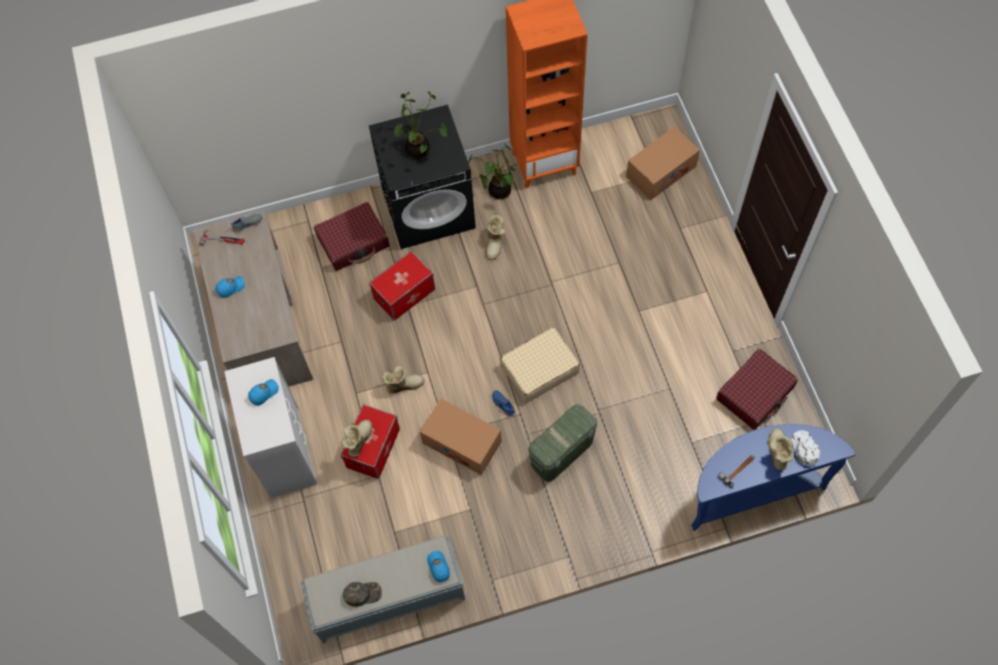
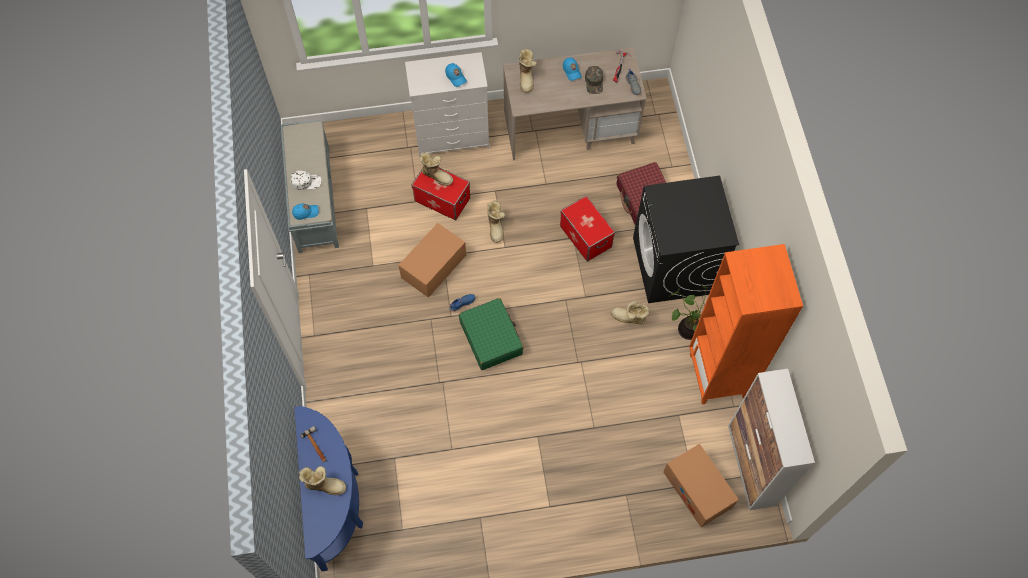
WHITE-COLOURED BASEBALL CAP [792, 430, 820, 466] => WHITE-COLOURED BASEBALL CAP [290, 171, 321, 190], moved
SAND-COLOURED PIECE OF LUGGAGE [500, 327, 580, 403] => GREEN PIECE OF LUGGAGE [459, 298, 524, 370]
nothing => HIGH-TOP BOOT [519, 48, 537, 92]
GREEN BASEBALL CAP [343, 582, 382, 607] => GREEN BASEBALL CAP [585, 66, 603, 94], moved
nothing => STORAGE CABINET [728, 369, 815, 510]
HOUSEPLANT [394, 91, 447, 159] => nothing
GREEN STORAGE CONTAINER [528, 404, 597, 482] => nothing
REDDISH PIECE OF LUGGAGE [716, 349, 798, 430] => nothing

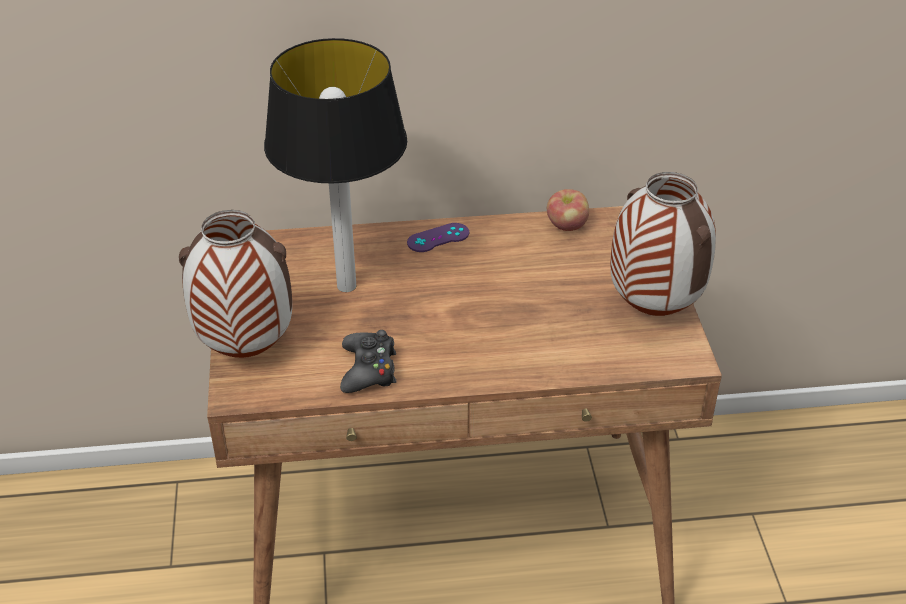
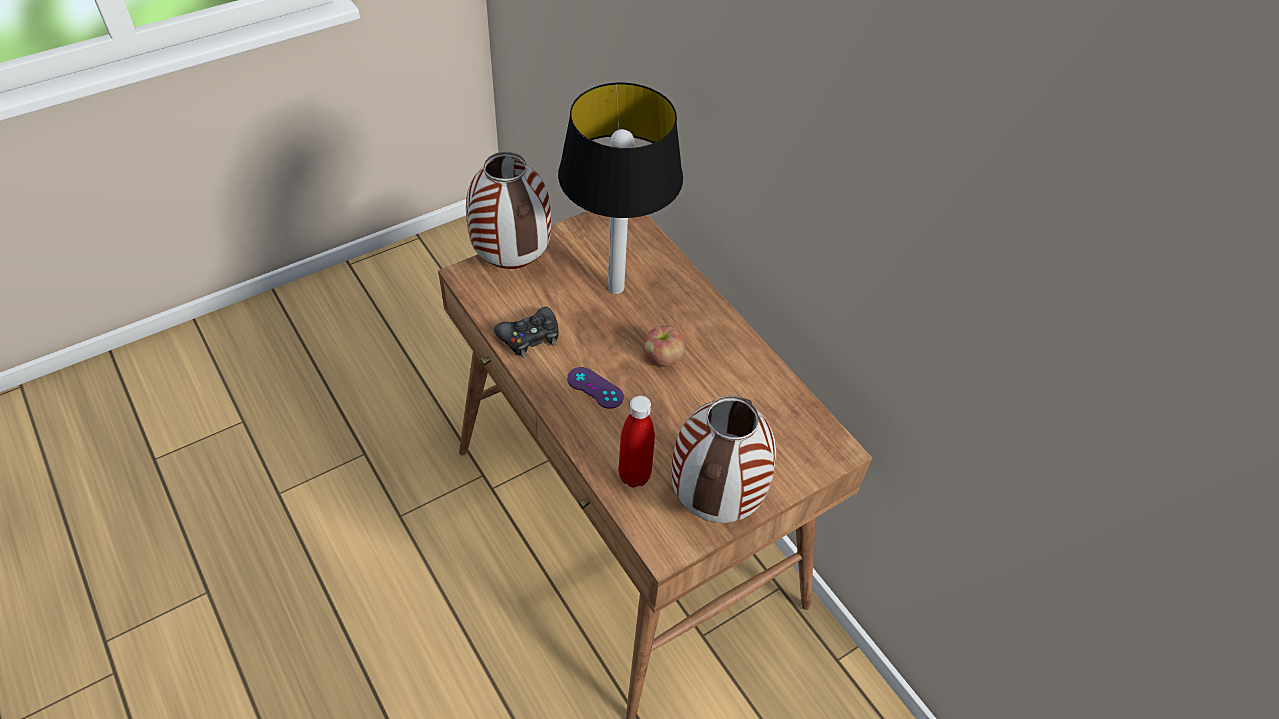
PURPLE JOYPAD [407, 223, 469, 252] => PURPLE JOYPAD [567, 367, 624, 409], moved
nothing => REDDISH BOTTLE [618, 395, 655, 487]
APPLE FRUIT [547, 189, 589, 231] => APPLE FRUIT [644, 325, 685, 367], moved

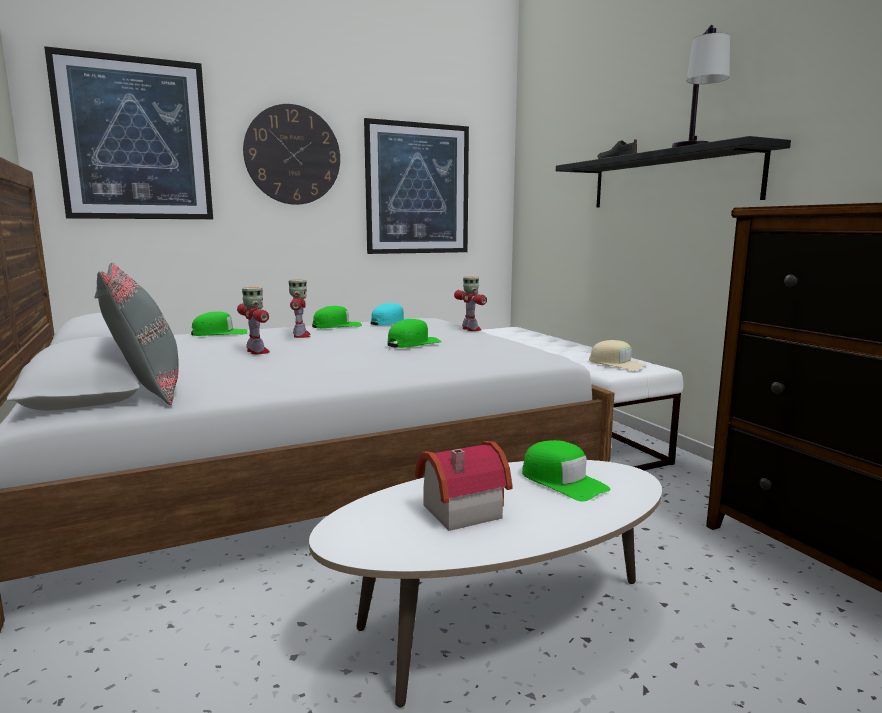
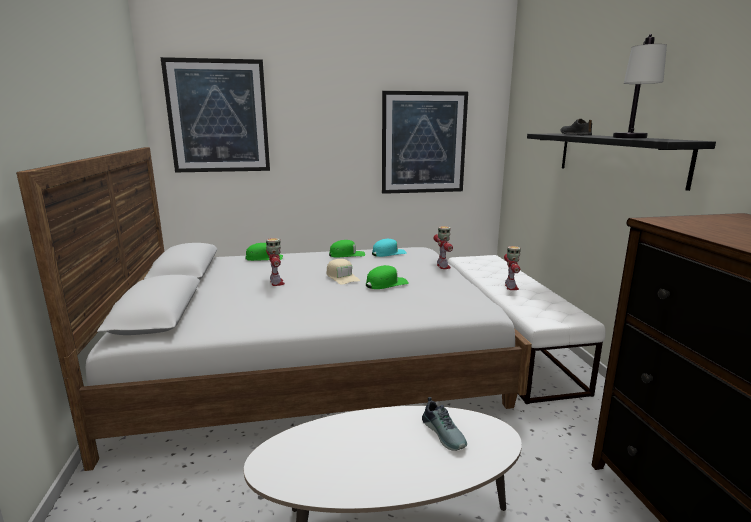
SAND-COLOURED BASEBALL CAP [589, 340, 646, 371] => SAND-COLOURED BASEBALL CAP [326, 259, 360, 285], moved
GREEN BASEBALL CAP [522, 440, 611, 502] => LOW SHOE [422, 397, 467, 451]
TOY ROBOT [289, 279, 311, 338] => TOY ROBOT [504, 246, 521, 290], moved
GREYISH PILLOW [94, 263, 179, 405] => nothing
CLOCK ON THE WALL [243, 104, 340, 205] => nothing
MINIATURE HOUSE [415, 441, 512, 531] => nothing

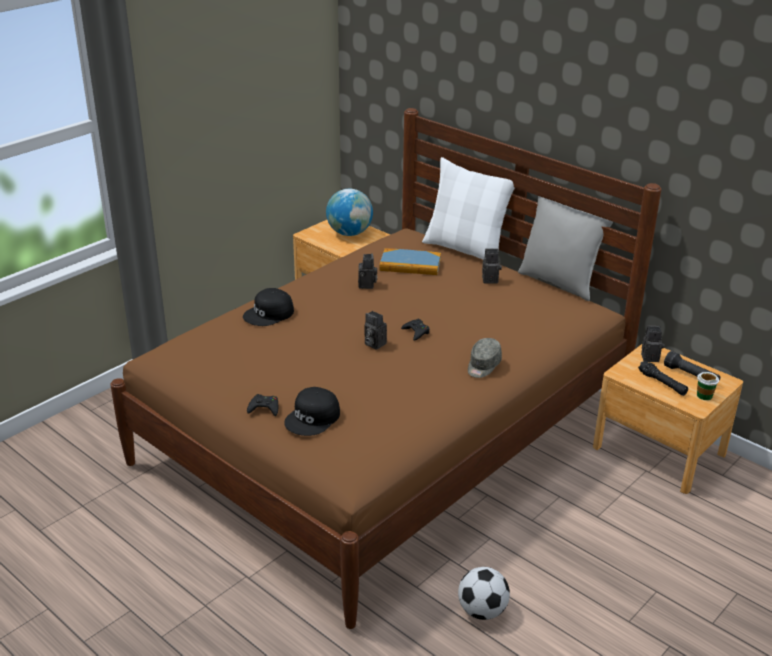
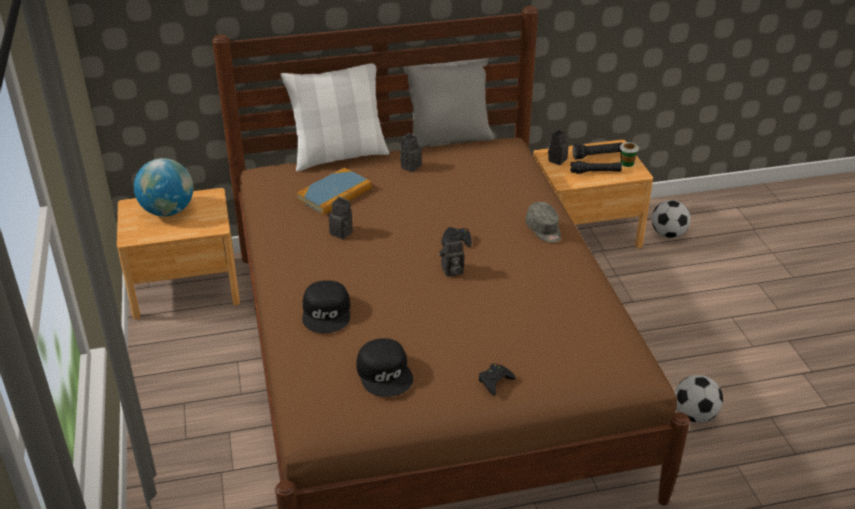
BLACK-COLOURED BASEBALL CAP [284, 387, 340, 436] => BLACK-COLOURED BASEBALL CAP [356, 338, 413, 397], moved
nothing => BALL FOR FOOTBALL [652, 200, 691, 238]

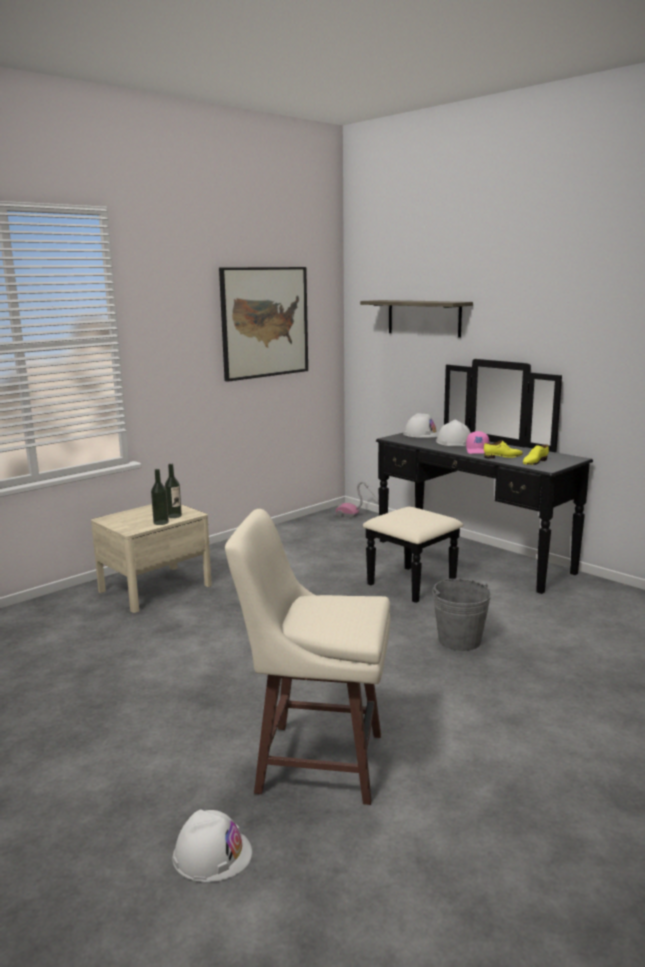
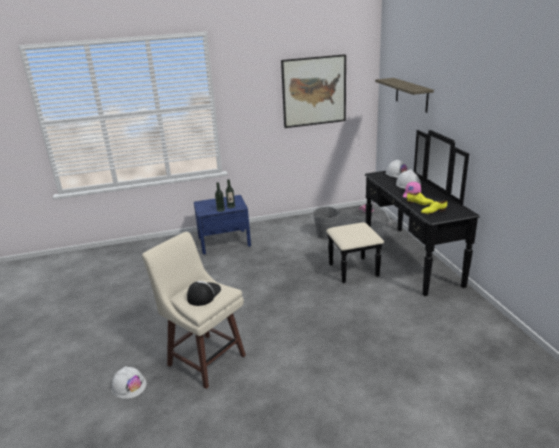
nothing => BASEBALL CAP [187, 281, 221, 306]
SAND-COLOURED NIGHT TABLE [91, 504, 212, 613] => BLUE-COLOURED NIGHT TABLE [194, 195, 251, 254]
GREYISH WATER BUCKET [432, 579, 492, 651] => GREYISH WATER BUCKET [313, 207, 339, 239], moved

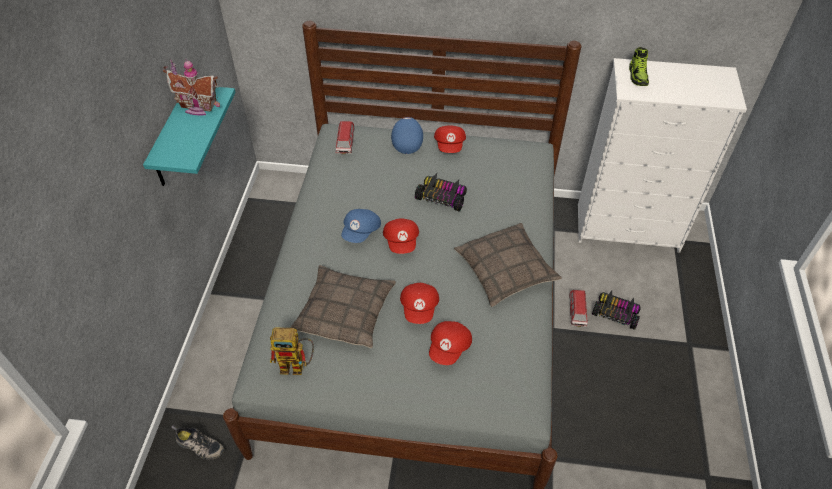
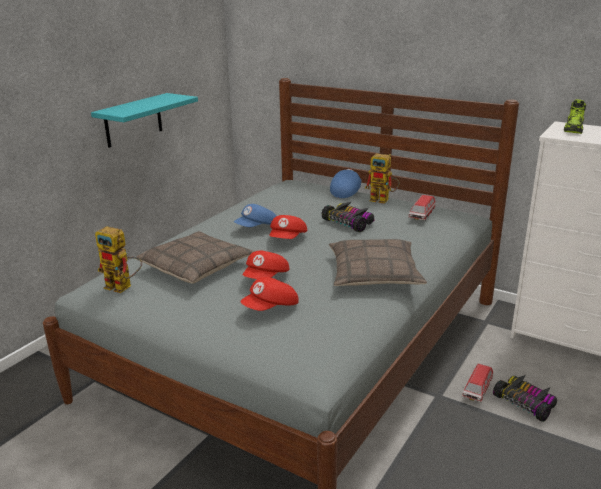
REDDISH BASEBALL CAP [434, 125, 466, 153] => TOY ROBOT [365, 154, 400, 204]
TOY CAR [335, 121, 355, 154] => TOY CAR [408, 195, 436, 221], moved
MINIATURE HOUSE [163, 59, 220, 116] => nothing
LOW SHOE [171, 426, 224, 460] => nothing

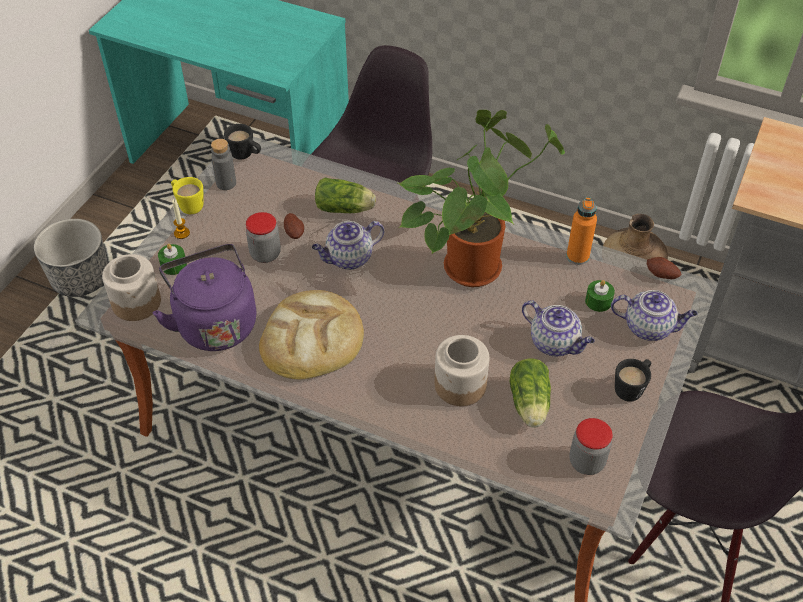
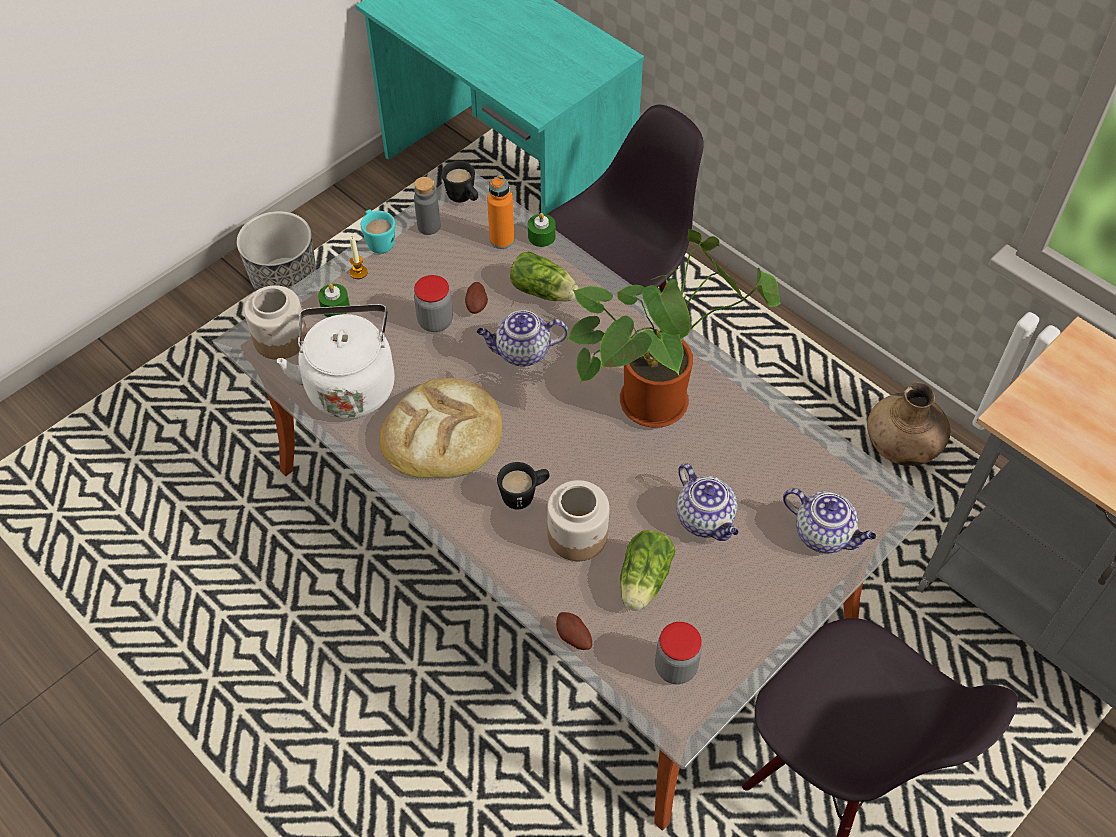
PURPLE KETTLE [153, 244, 256, 351] => WHITE-COLOURED KETTLE [277, 304, 395, 419]
YELLOWISH TEA MUG [171, 177, 204, 214] => BLUE-GREEN TEA MUG [361, 210, 395, 254]
ORANGE-COLOURED BOTTLE [566, 197, 597, 265] => ORANGE-COLOURED BOTTLE [487, 175, 514, 249], moved
BLACK-COLOURED TEA MUG [615, 359, 651, 402] => BLACK-COLOURED TEA MUG [497, 462, 550, 509], moved
GREEN CANDLE [585, 280, 615, 312] => GREEN CANDLE [528, 213, 556, 247], moved
SPUD [647, 257, 681, 279] => SPUD [556, 612, 592, 650], moved

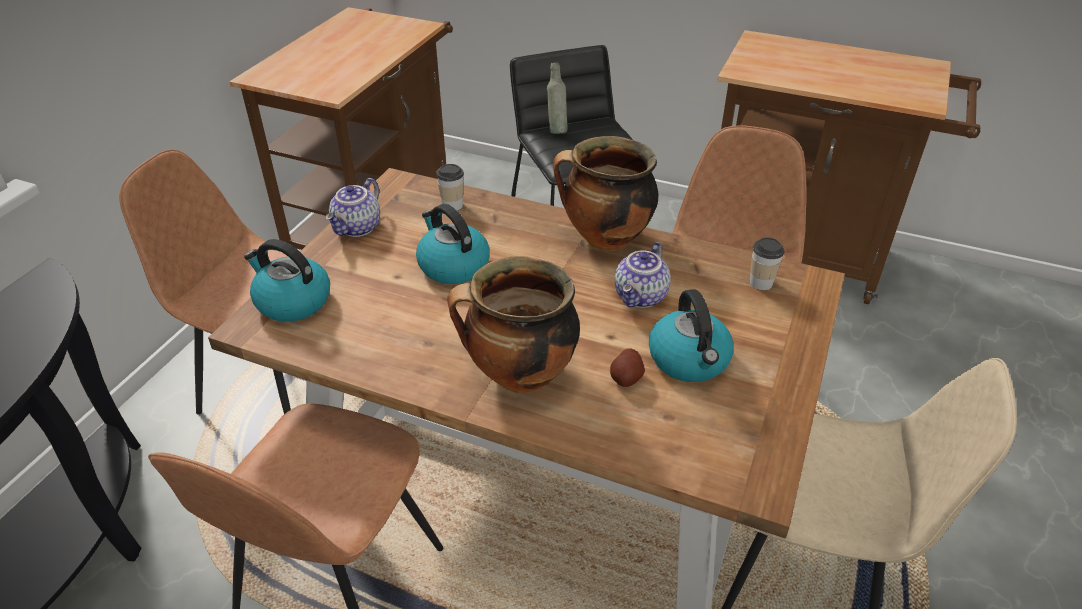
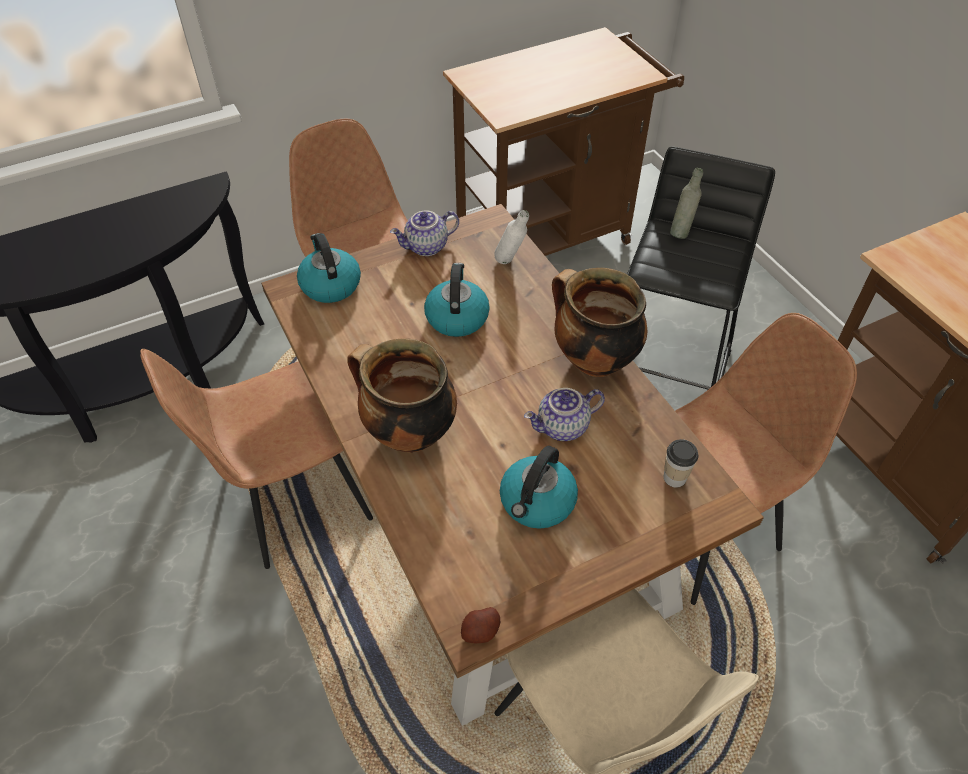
SPUD [610, 348, 645, 387] => SPUD [461, 607, 500, 643], moved
CUP [436, 164, 464, 211] => WHITE-COLOURED BOTTLE [494, 210, 529, 264]

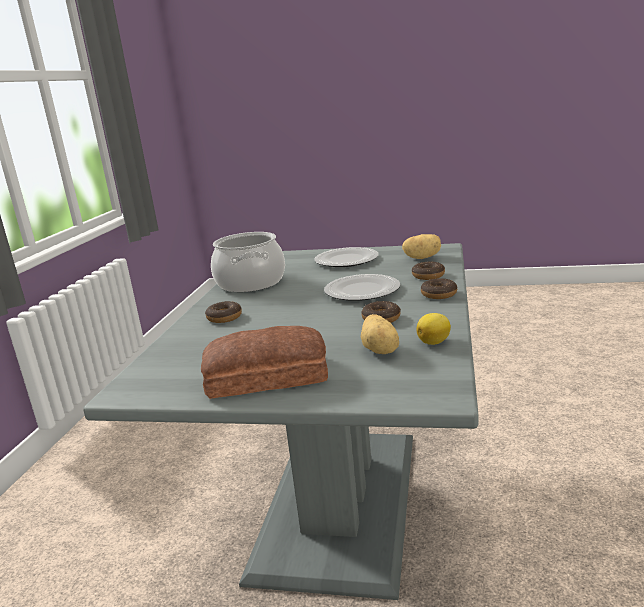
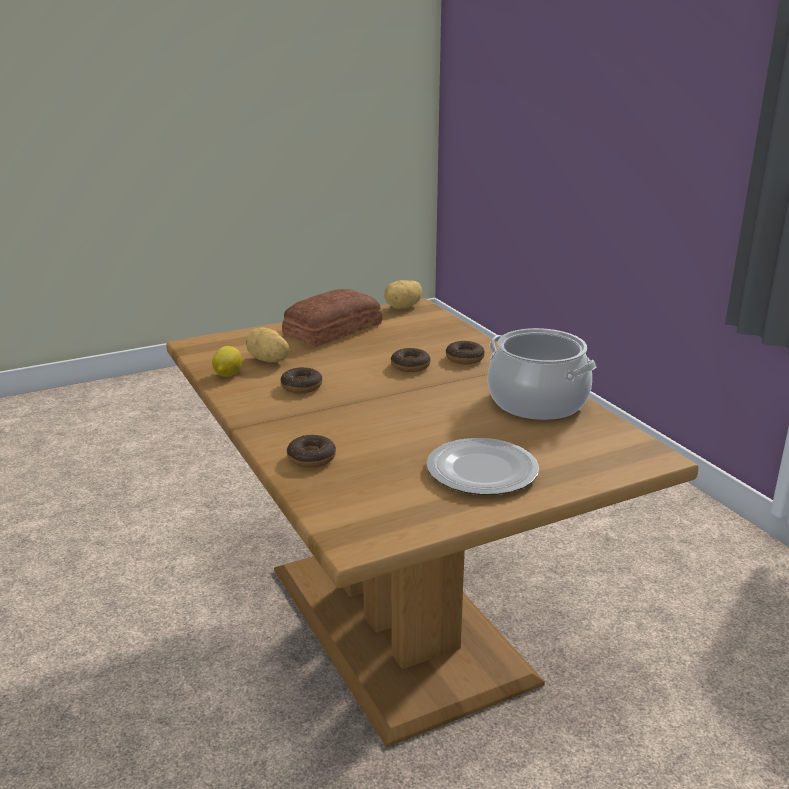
GREYISH KITCHEN TABLE [83, 243, 479, 600] => BROWNISH KITCHEN TABLE [166, 298, 699, 747]
SPUD [402, 234, 441, 259] => SPUD [384, 280, 422, 309], moved
RING DOUGHNUT [421, 278, 457, 299] => RING DOUGHNUT [391, 348, 431, 372], moved
DINNER PLATE [324, 274, 400, 301] => nothing

